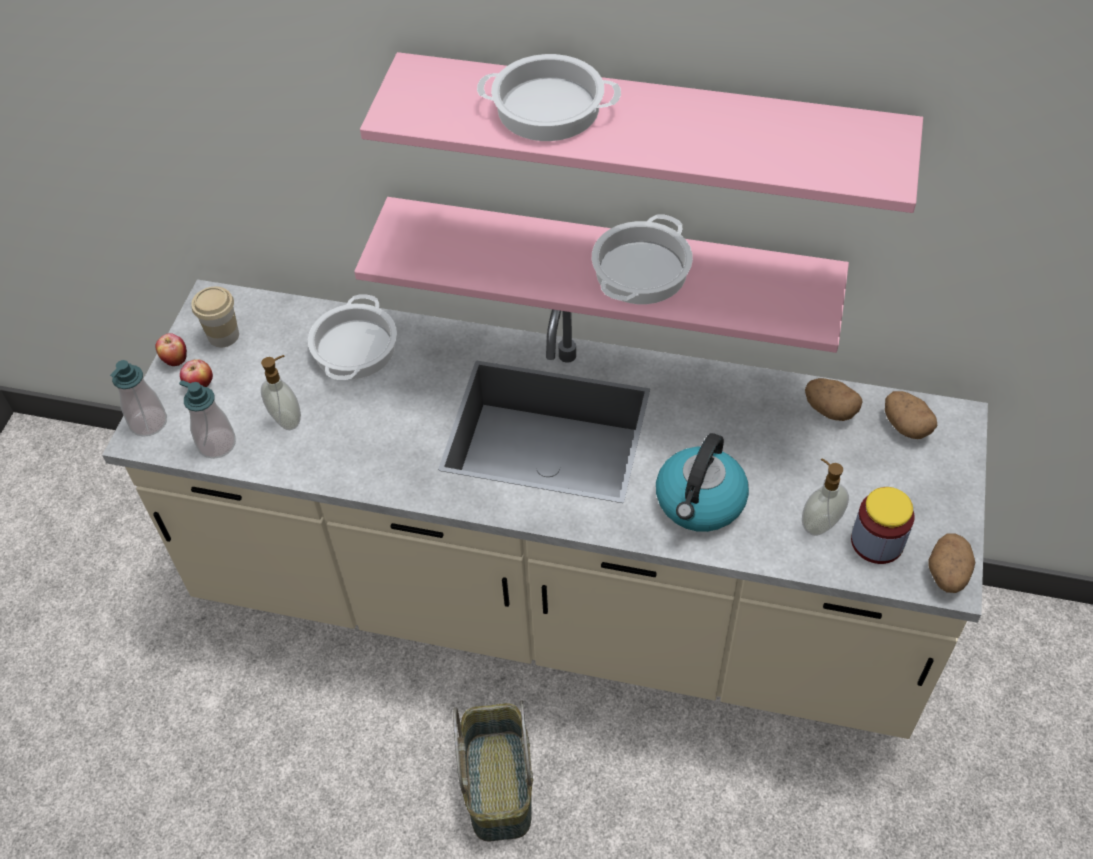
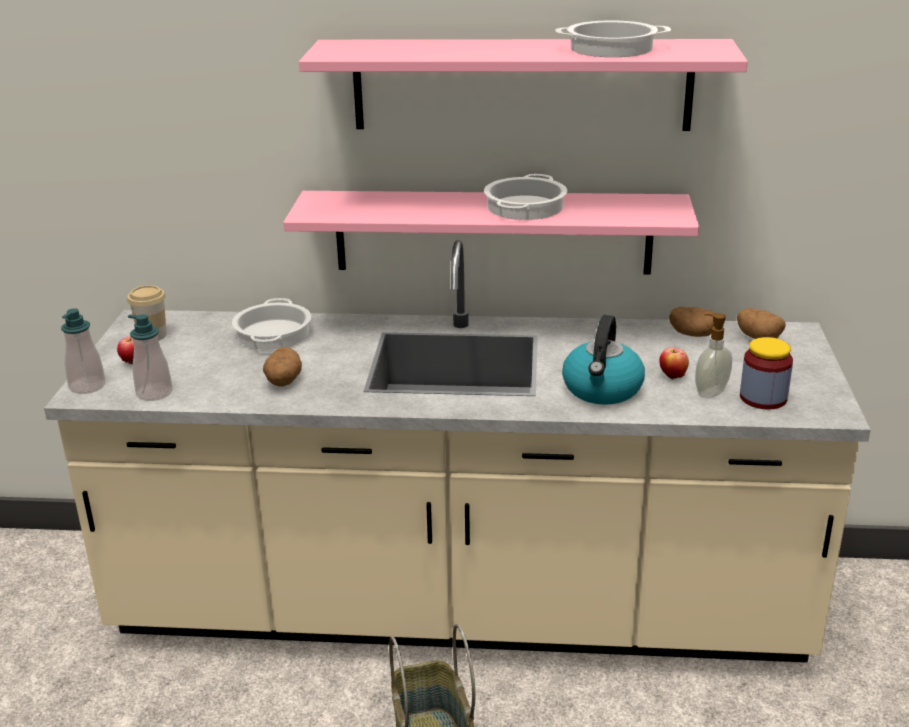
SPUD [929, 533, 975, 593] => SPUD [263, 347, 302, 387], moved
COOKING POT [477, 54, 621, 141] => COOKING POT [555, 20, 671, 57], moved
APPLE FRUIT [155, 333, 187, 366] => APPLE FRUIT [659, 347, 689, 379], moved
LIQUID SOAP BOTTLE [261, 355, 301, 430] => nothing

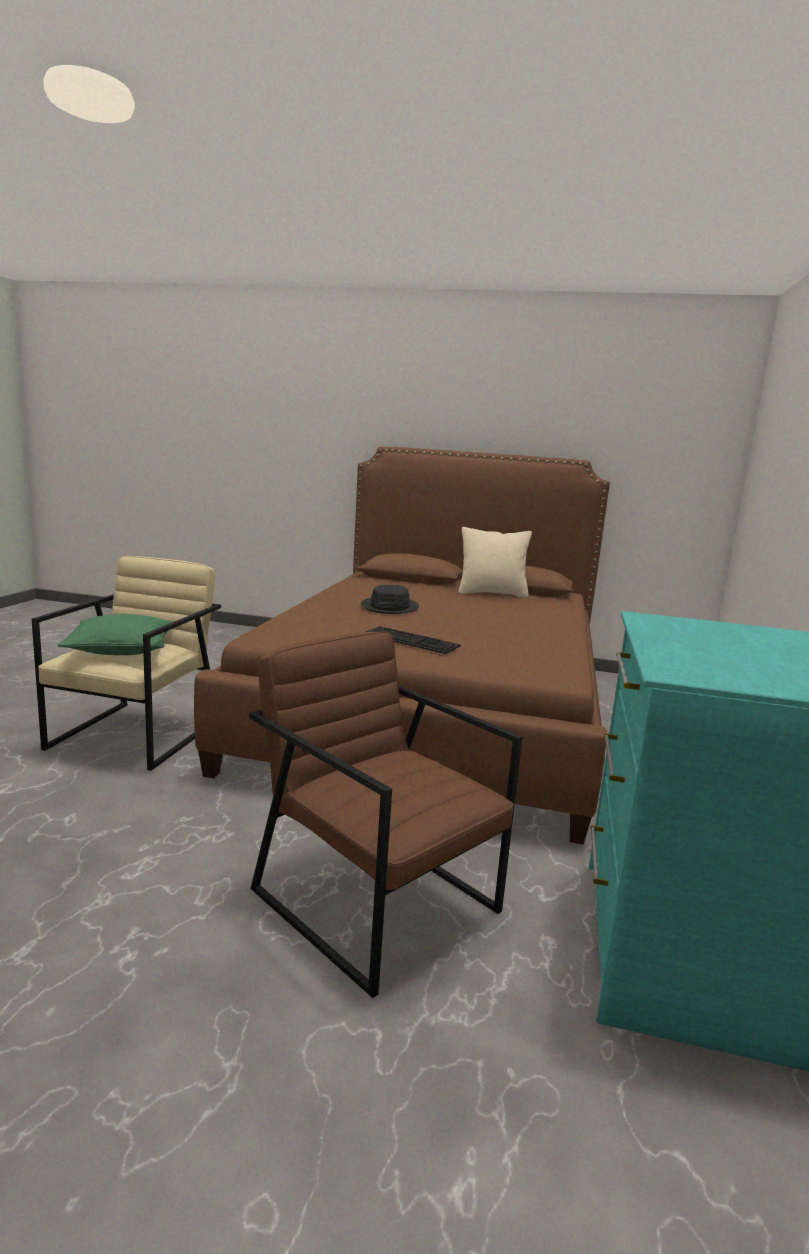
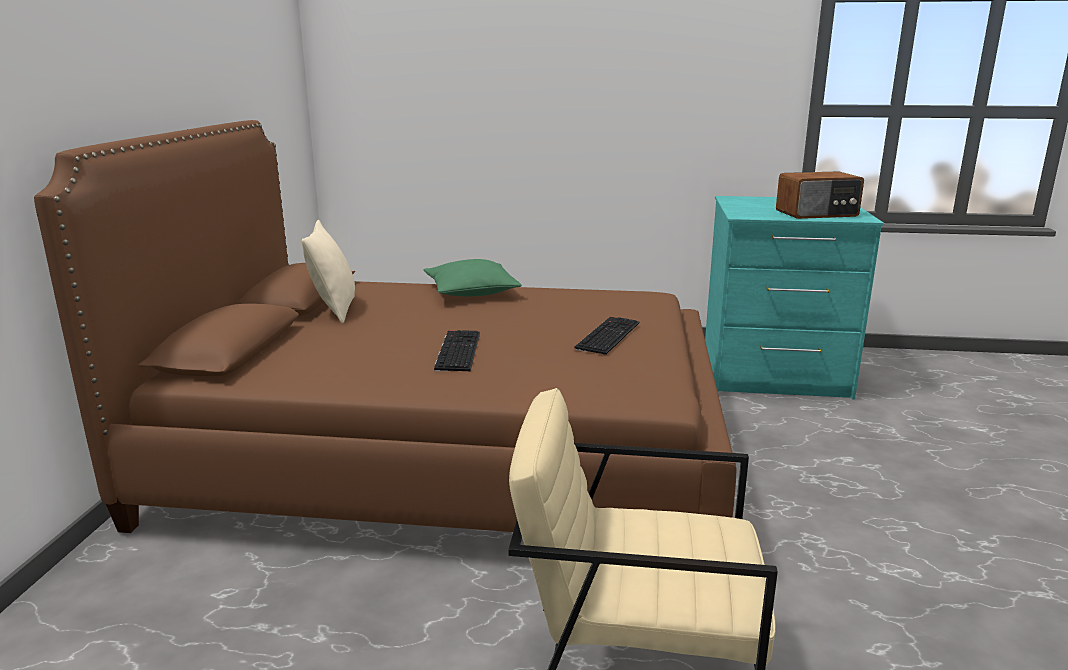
GREEN PILLOW [58, 614, 174, 655] => GREEN PILLOW [424, 259, 522, 296], moved
BLACK-COLOURED CLOTHING HAT [361, 585, 419, 614] => KEYBOARD [434, 330, 480, 371]
nothing => RADIO RECEIVER [776, 171, 864, 219]
BROWNISH LOUNGE CHAIR [249, 632, 523, 998] => nothing

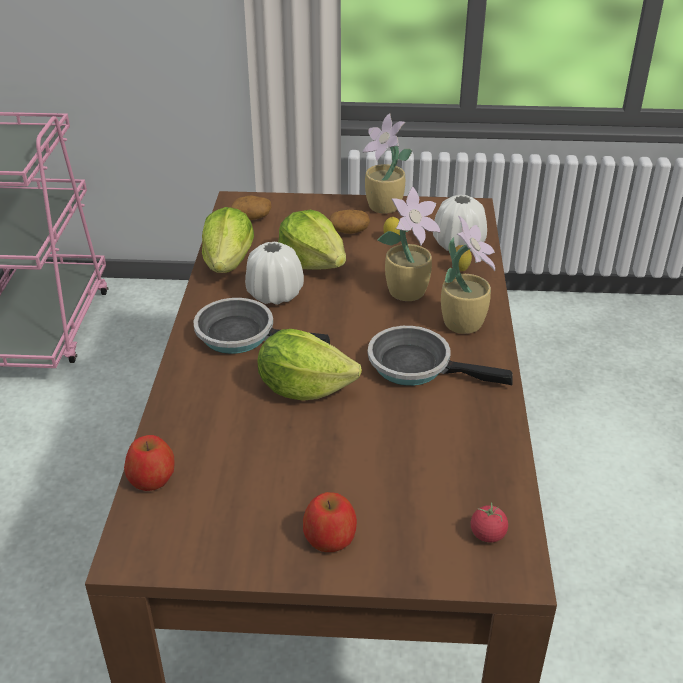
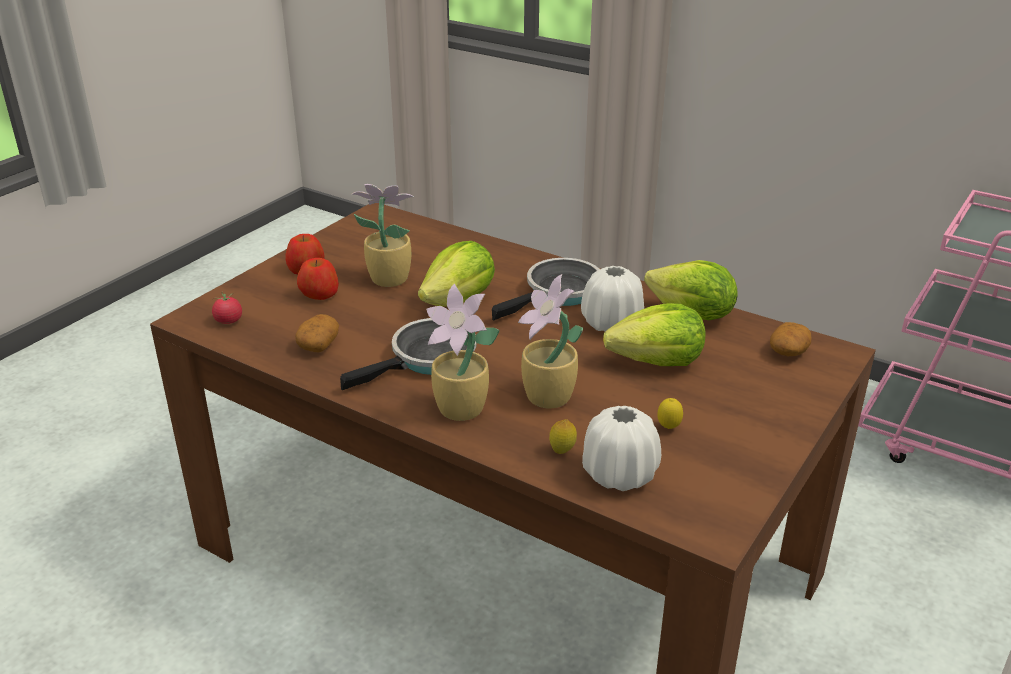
SPUD [329, 210, 370, 234] => SPUD [295, 314, 339, 352], moved
APPLE FRUIT [124, 435, 174, 491] => APPLE FRUIT [297, 258, 339, 300], moved
HOUSEPLANT [363, 113, 412, 214] => HOUSEPLANT [351, 184, 414, 287], moved

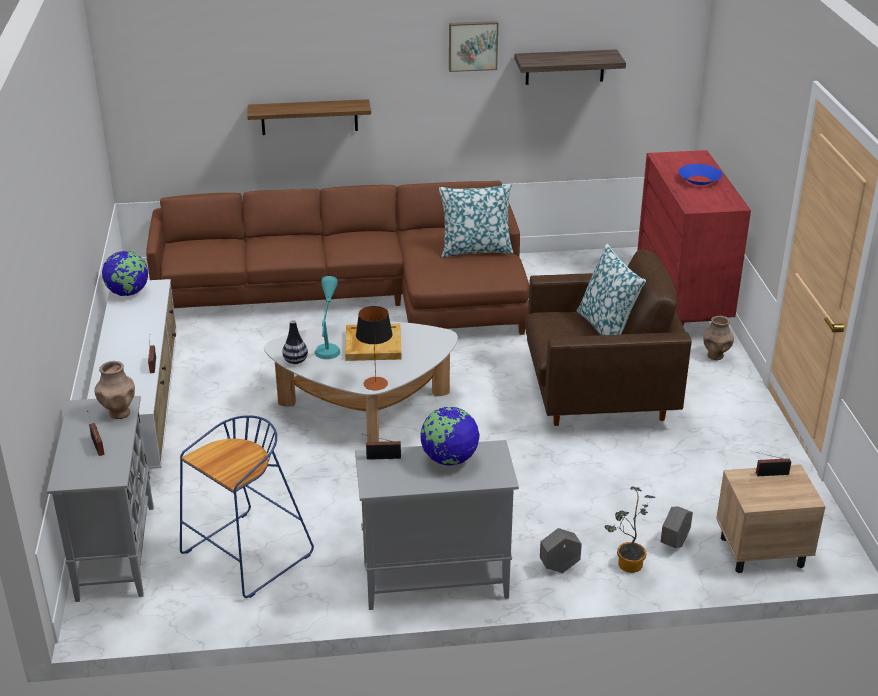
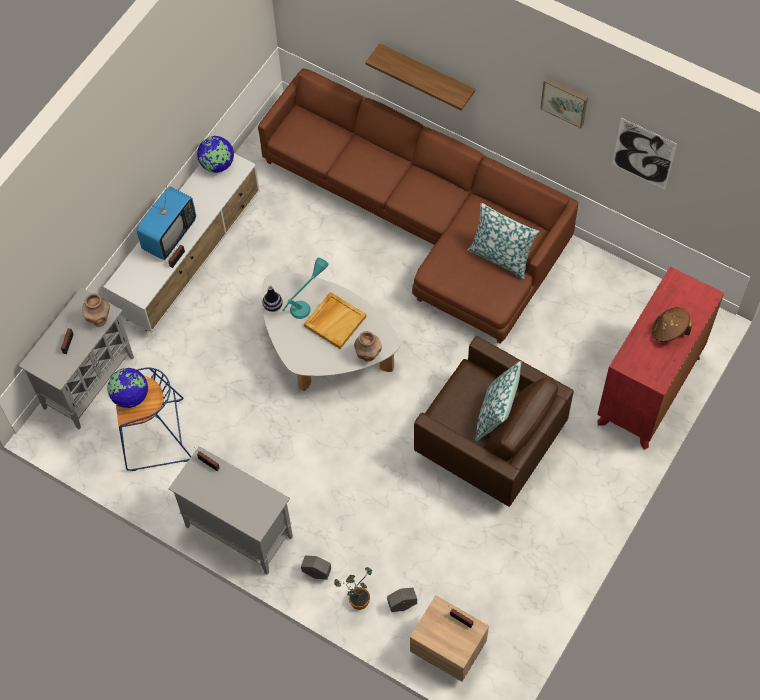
WORLD GLOBE [420, 407, 480, 466] => WORLD GLOBE [107, 368, 148, 408], moved
nothing => TV [137, 187, 196, 260]
BROWNISH DECORATIVE VASE [703, 316, 734, 360] => BROWNISH DECORATIVE VASE [354, 331, 382, 361], moved
WALL SHELF [514, 49, 626, 85] => WALL PICTURE [612, 118, 677, 189]
BLUE-COLOURED DEEP DISH [679, 164, 722, 185] => BROWNISH CLOTHING HAT [651, 307, 693, 342]
TABLETOP LAMP [356, 306, 393, 390] => nothing

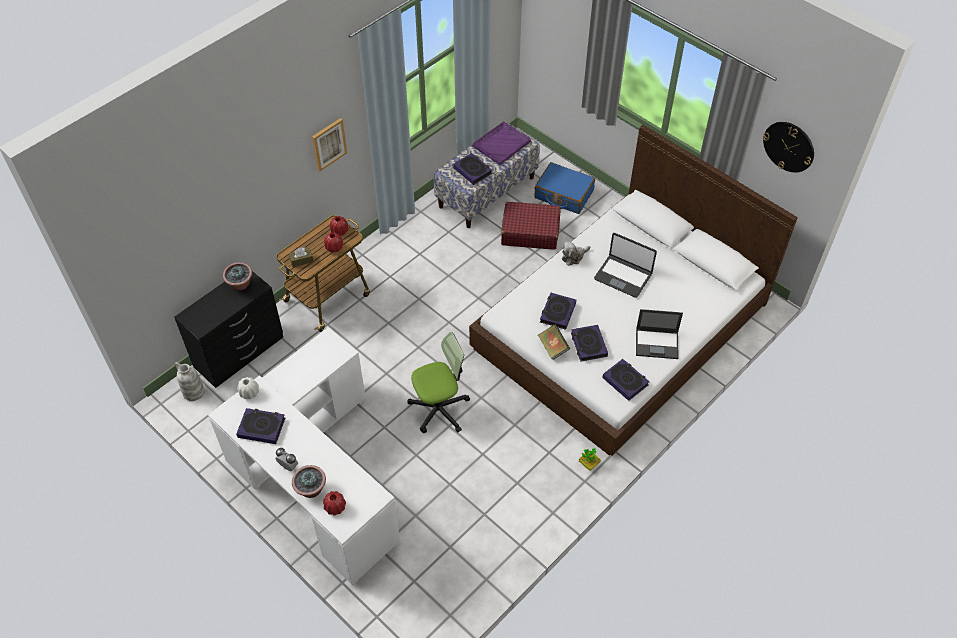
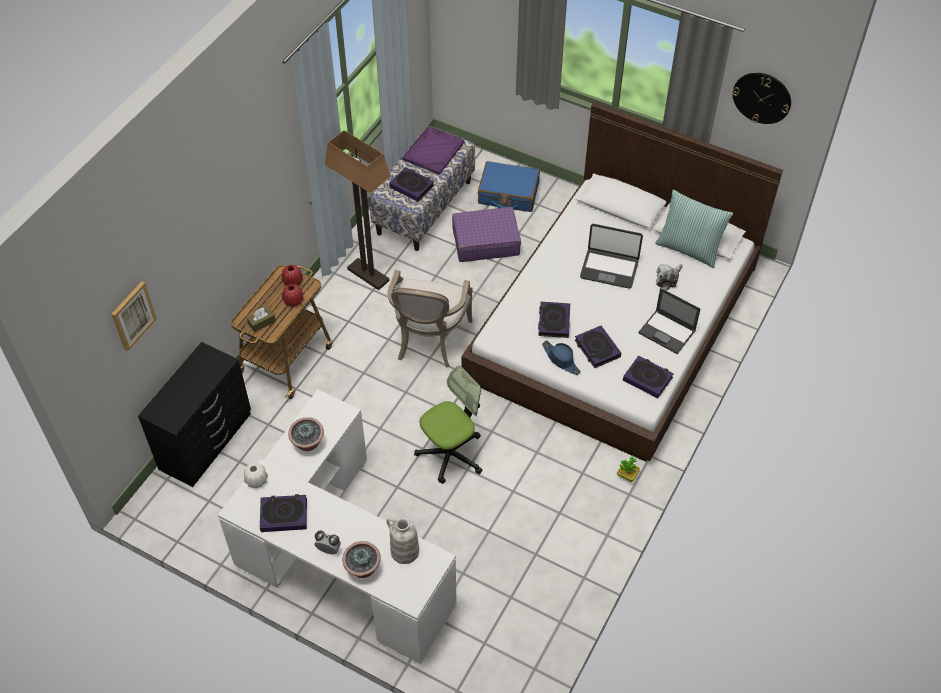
WALL PICTURE [312, 118, 347, 171] => WALL PICTURE [111, 281, 157, 351], moved
HOUSEPLANT [223, 262, 252, 291] => HOUSEPLANT [288, 417, 324, 451], moved
nothing => STANDING LAMP [325, 130, 391, 290]
WHITE-COLOURED DECORATIVE VASE [175, 362, 205, 401] => WHITE-COLOURED DECORATIVE VASE [386, 518, 419, 564], moved
nothing => LOUNGE CHAIR [387, 270, 472, 367]
REDDISH PIECE OF LUGGAGE [501, 202, 561, 250] => PURPLE PIECE OF LUGGAGE [452, 207, 521, 262]
BOOK [538, 324, 570, 360] => BLUE-COLOURED CLOTHING HAT [542, 340, 581, 375]
NOTEBOOK COMPUTER [636, 309, 683, 359] => NOTEBOOK COMPUTER [638, 288, 700, 354], 45 degrees clockwise
nothing => PILLOW [655, 190, 733, 268]
PLUSH TOY [562, 241, 591, 266] => PLUSH TOY [656, 264, 683, 290], moved
REDDISH DECORATIVE VASE [323, 491, 346, 516] => nothing

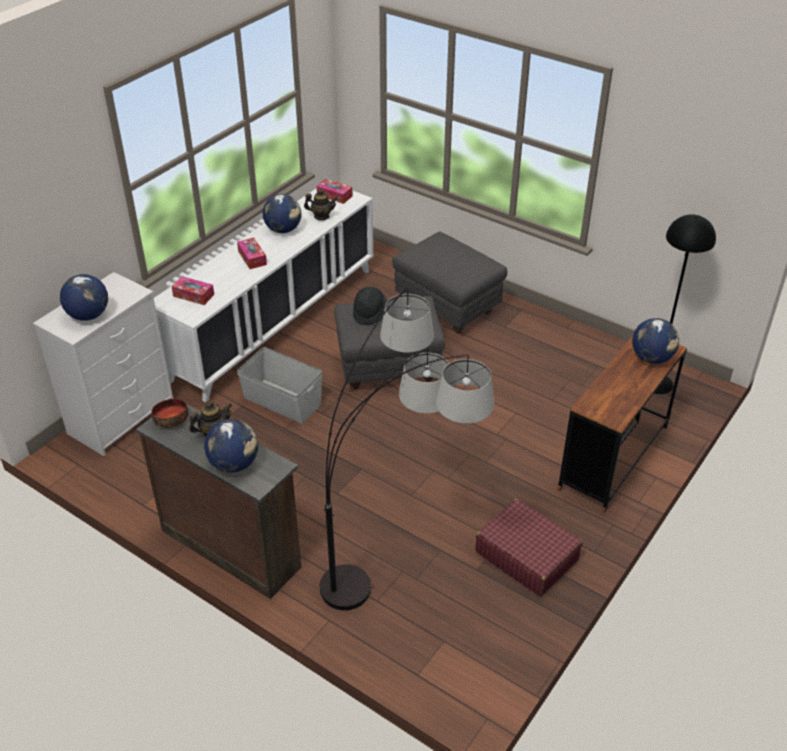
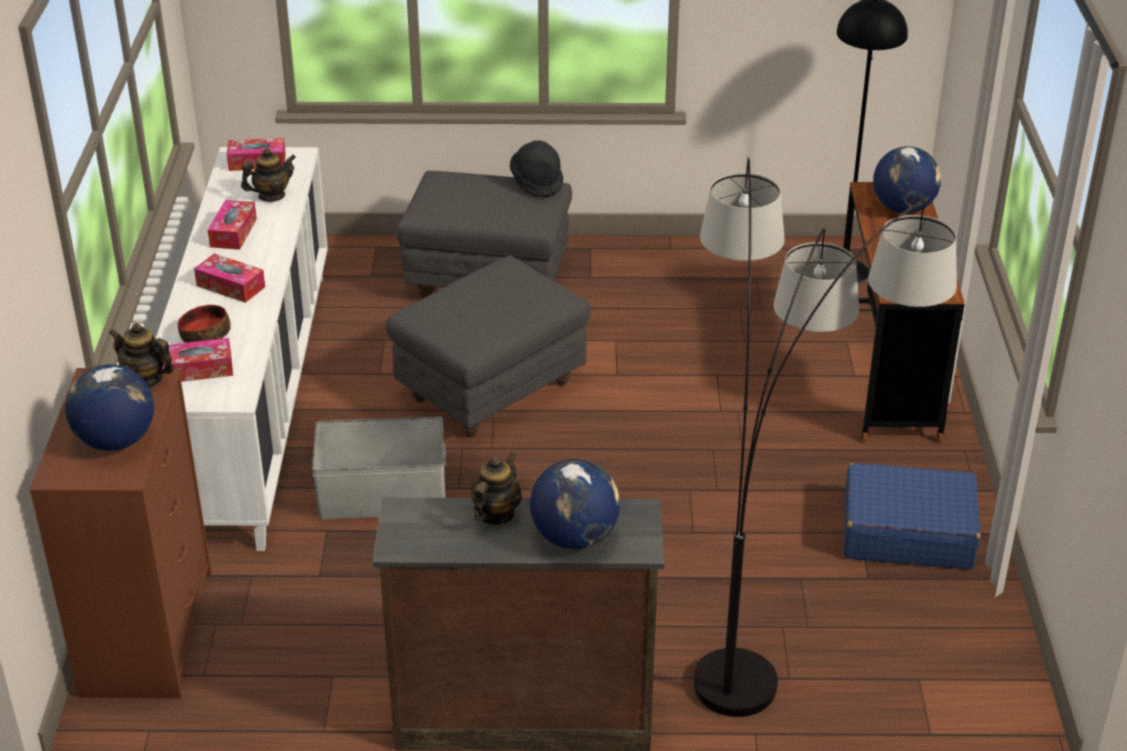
WHITE-COLOURED DRAWER CHEST [33, 272, 173, 456] => BROWNISH DRAWER CHEST [29, 368, 212, 698]
nothing => TEA POT [109, 323, 174, 388]
DEEP DISH [151, 398, 189, 428] => DEEP DISH [178, 305, 231, 343], moved
WORLD GLOBE [263, 194, 301, 233] => TISSUE BOX [208, 200, 257, 250]
BLACK-COLOURED CLOTHING HAT [353, 287, 387, 326] => BLACK-COLOURED CLOTHING HAT [510, 140, 563, 197], moved
REDDISH PIECE OF LUGGAGE [475, 499, 583, 596] => BLUE-COLOURED PIECE OF LUGGAGE [844, 463, 981, 569]

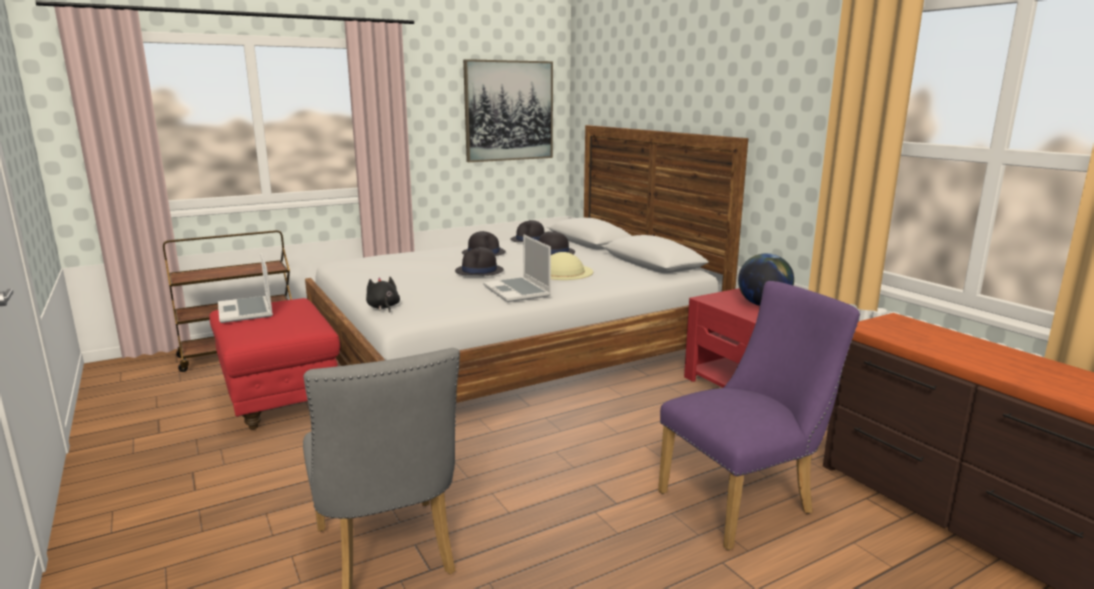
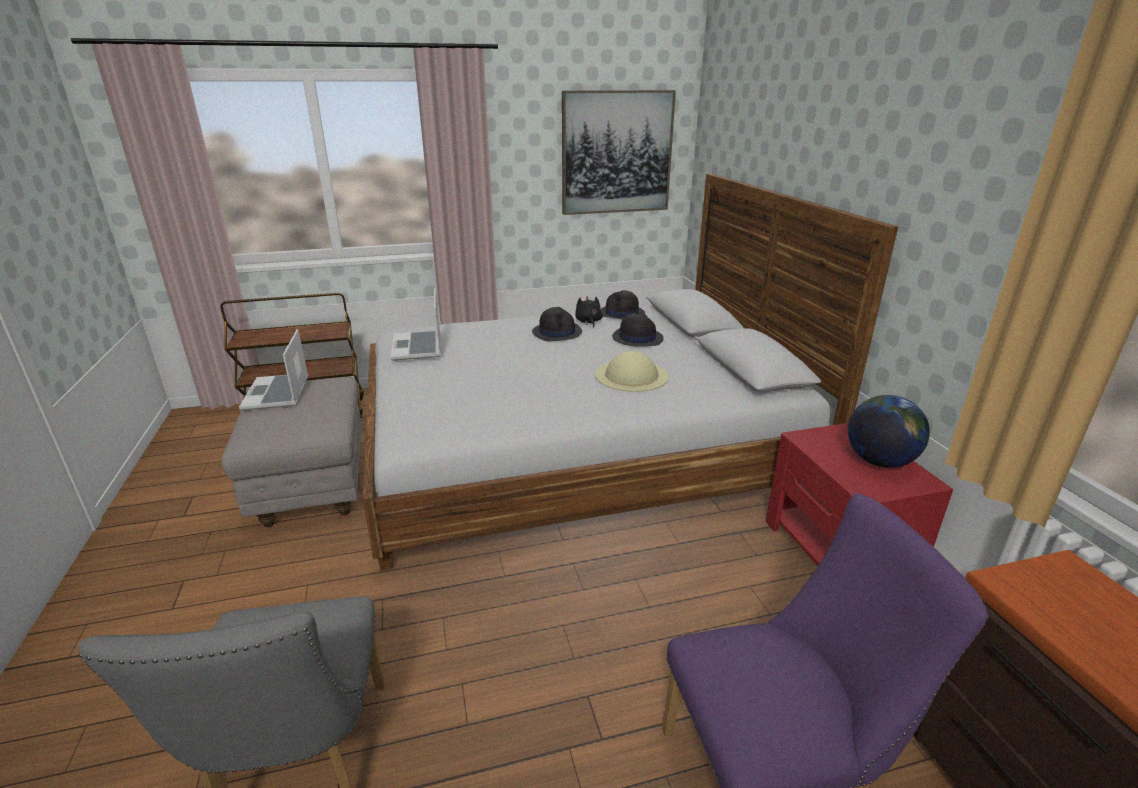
REDDISH POUFFE [209, 298, 340, 429] => GREYISH POUFFE [222, 376, 362, 527]
NOTEBOOK COMPUTER [483, 234, 551, 302] => NOTEBOOK COMPUTER [390, 288, 441, 360], moved
BLACK-COLOURED PLUSH TOY [366, 277, 400, 313] => BLACK-COLOURED PLUSH TOY [575, 297, 603, 328], moved
BLACK-COLOURED CLOTHING HAT [455, 247, 504, 276] => nothing

